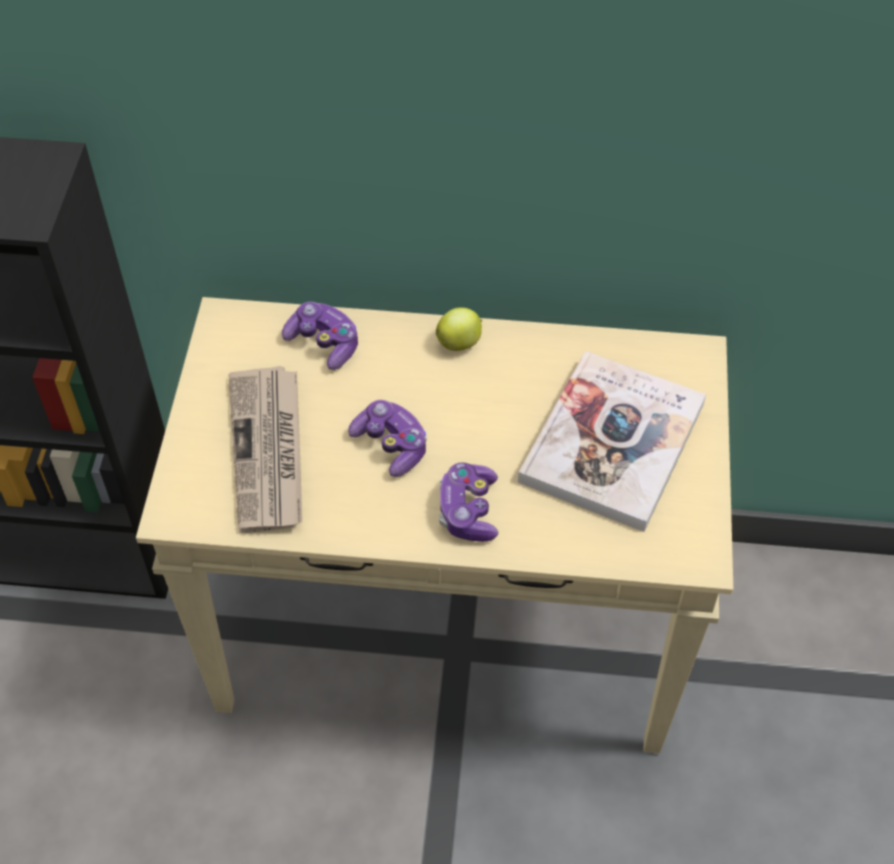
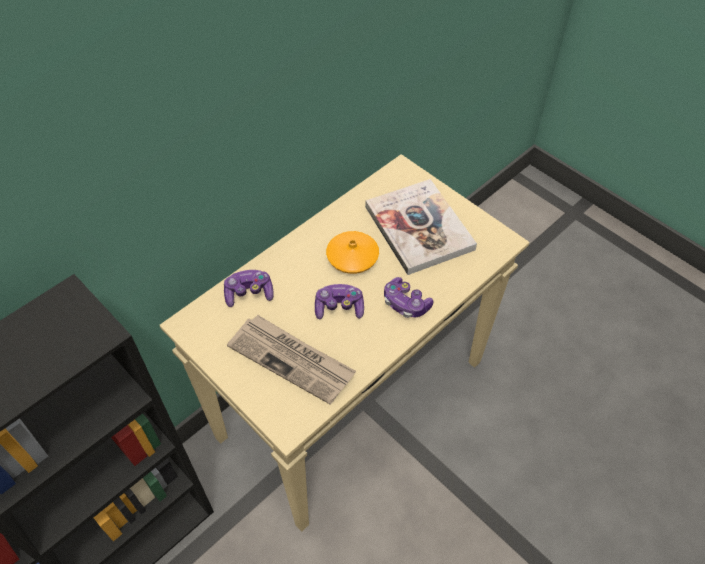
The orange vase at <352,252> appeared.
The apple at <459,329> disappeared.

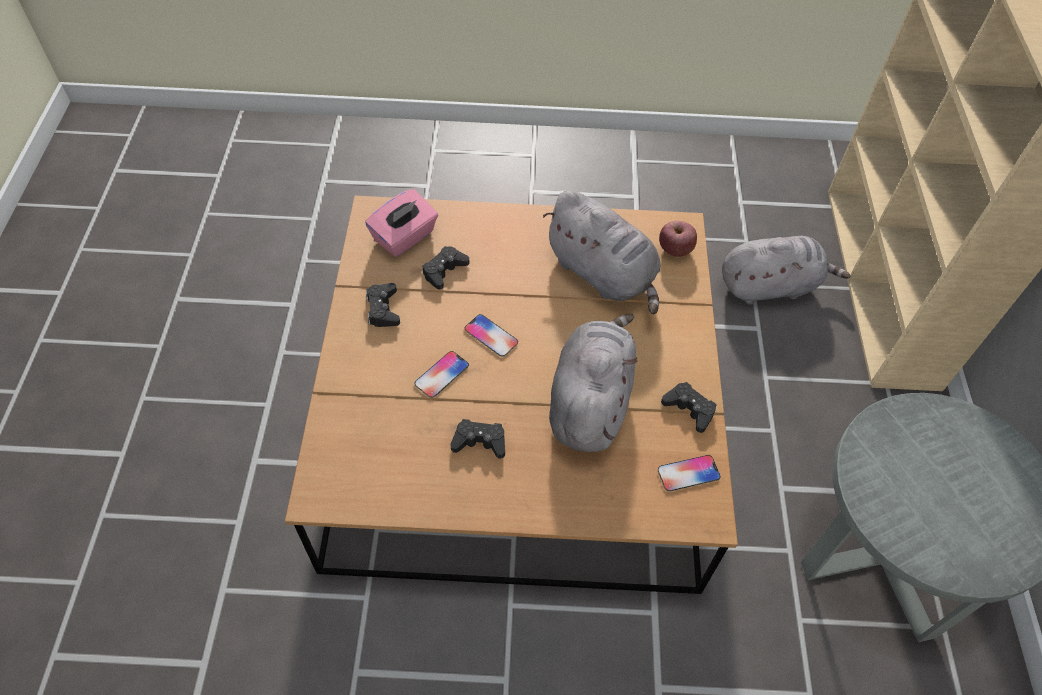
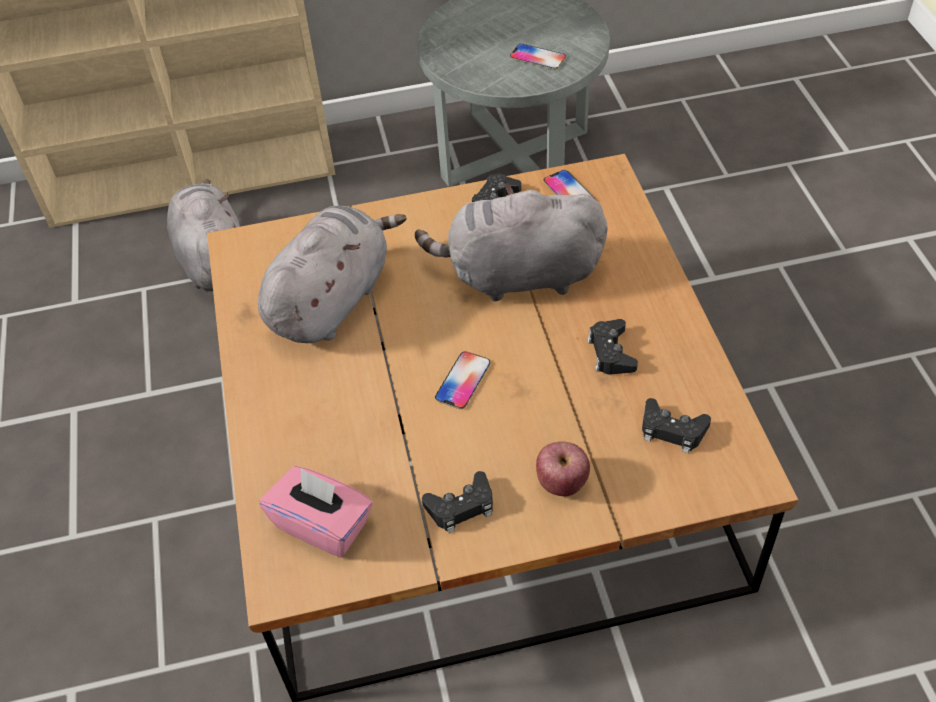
The phone moved from <442,374> to <538,56>.
The apple moved from <678,239> to <563,469>.
The black game controller moved from <445,267> to <676,425>.

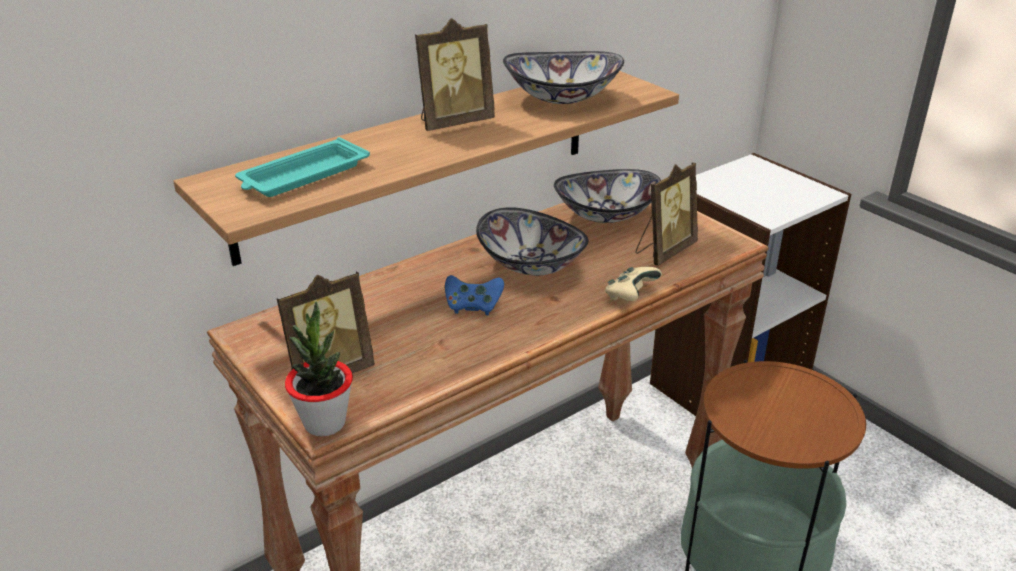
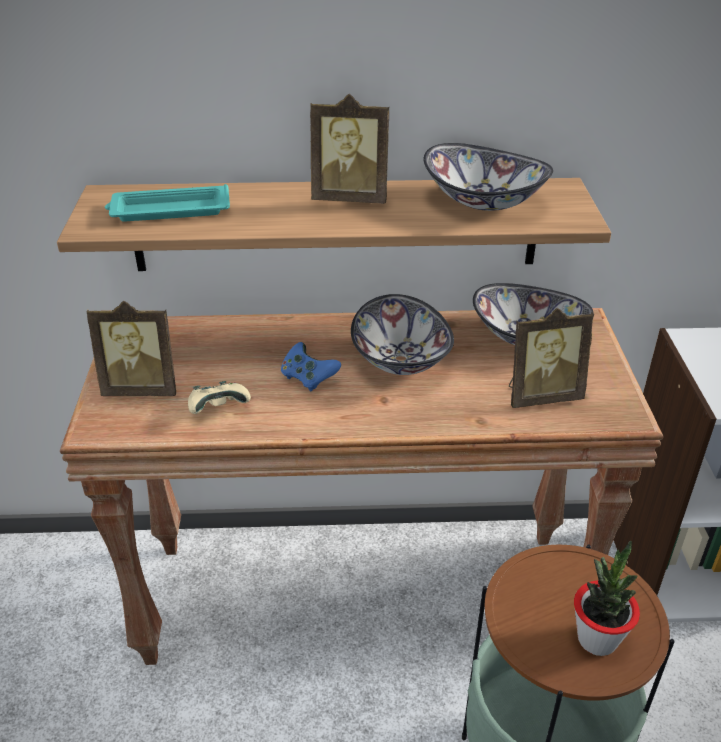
The beige game controller moved from <633,284> to <219,397>.
The potted plant moved from <319,369> to <607,598>.

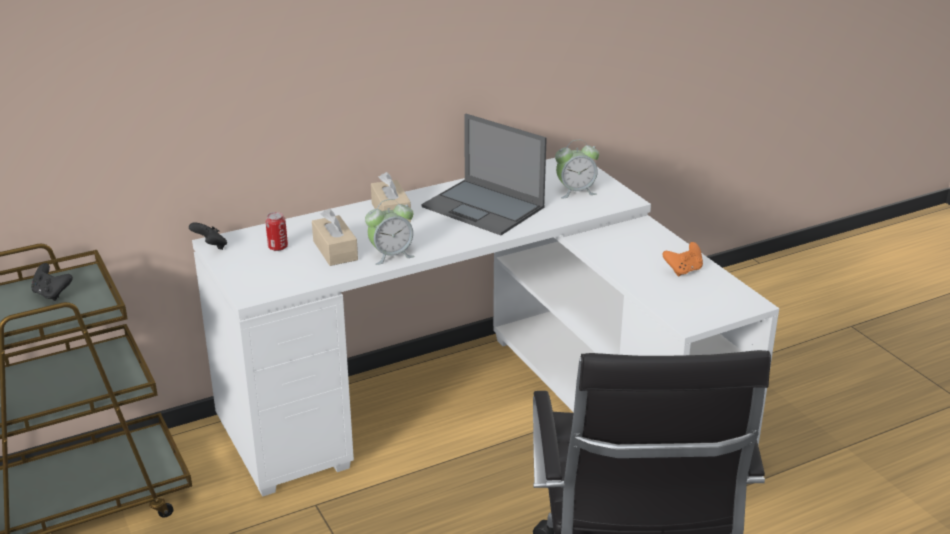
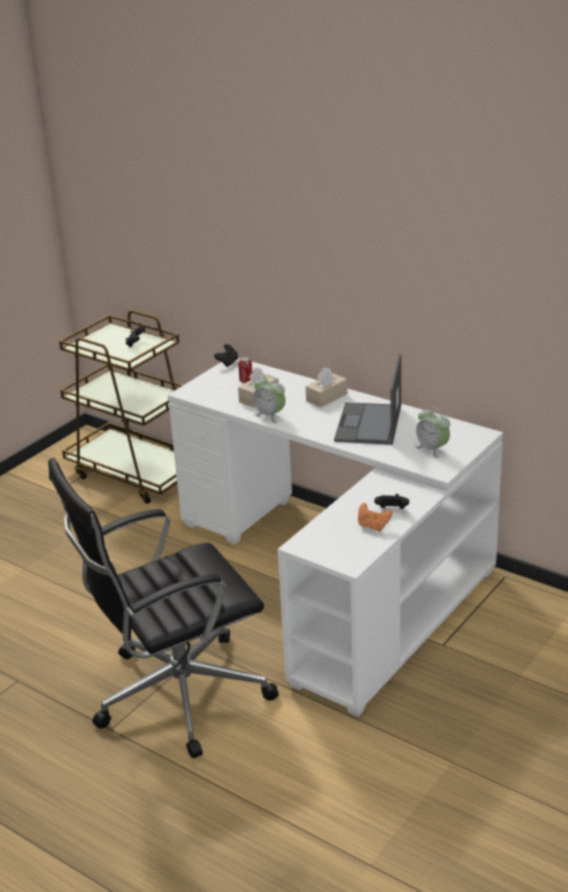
The black game controller at <391,501> appeared.

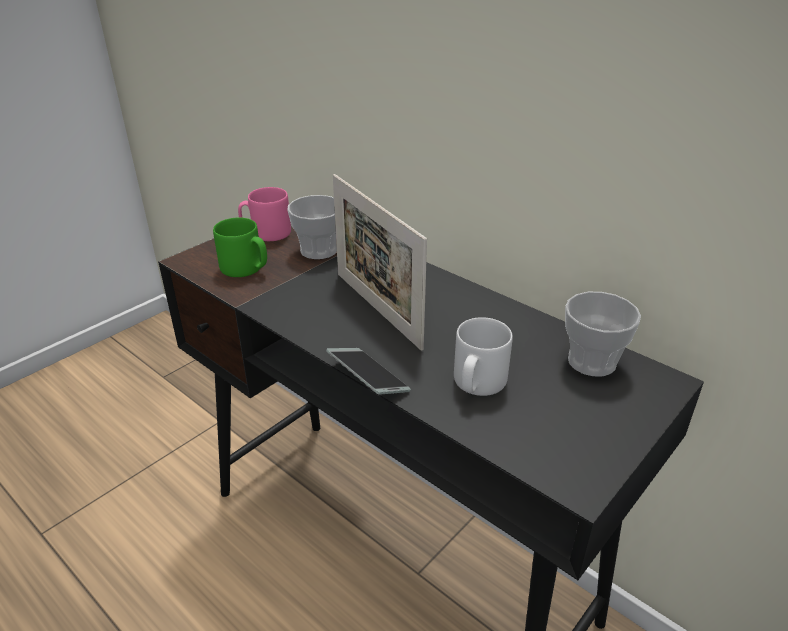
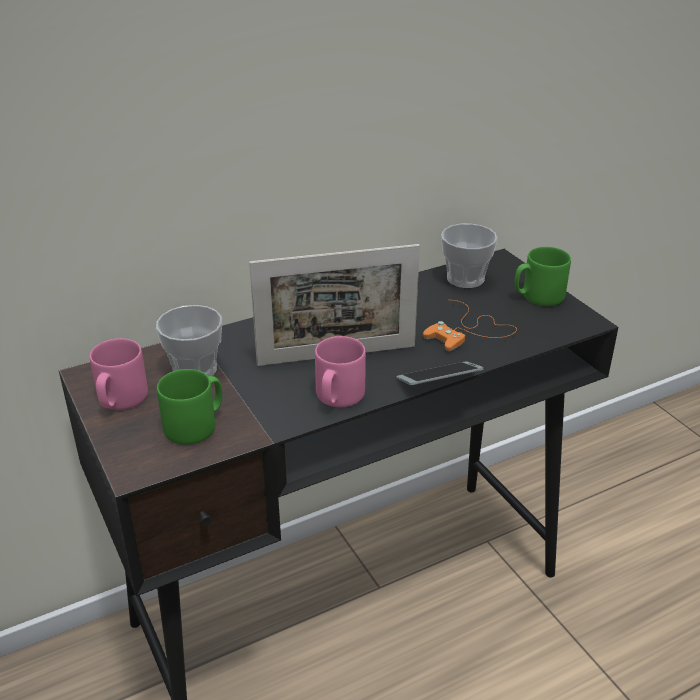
The pink mug at <340,371> appeared.
The grey mug at <483,356> was replaced by the orange game controller at <470,325>.
The green mug at <543,276> appeared.

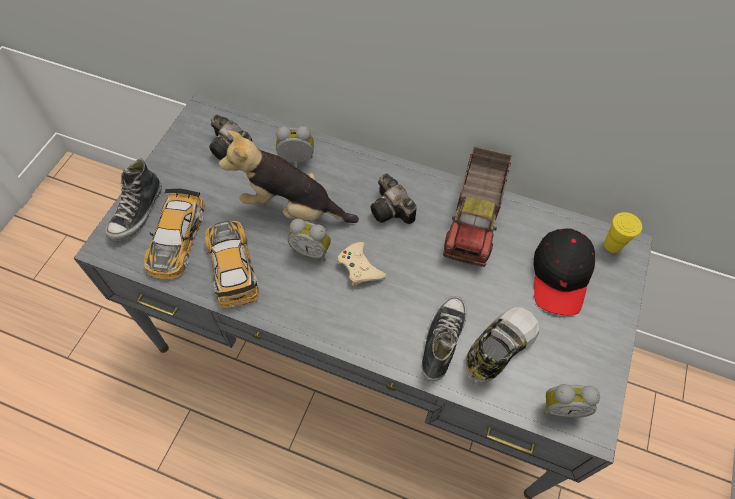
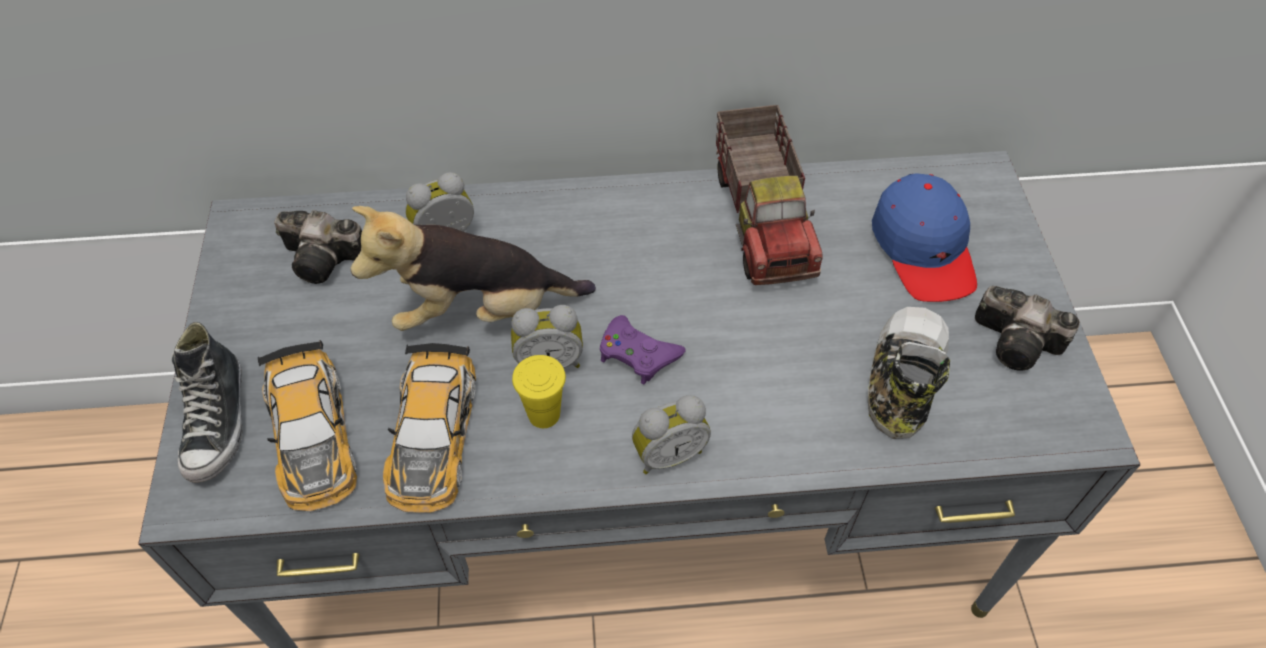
The toy car at <232,264> turned 135 degrees counterclockwise.
The yellow cup moved from <623,232> to <539,391>.
The beige game controller at <362,264> became the purple game controller at <642,350>.
The alarm clock moved from <571,401> to <671,434>.
The black cap at <564,272> became the blue cap at <924,237>.
The photo camera moved from <394,198> to <1027,328>.
The shoe at <444,338> disappeared.

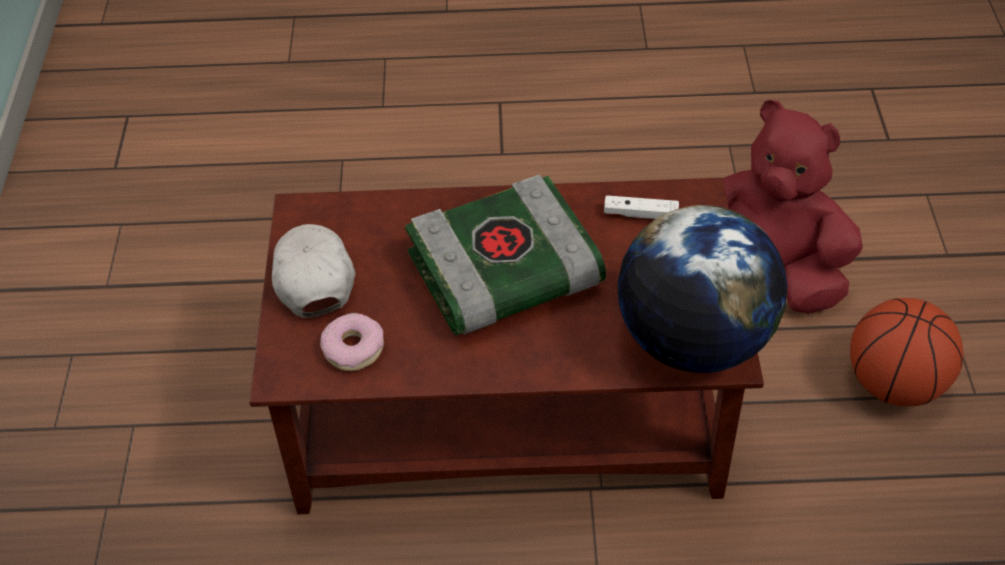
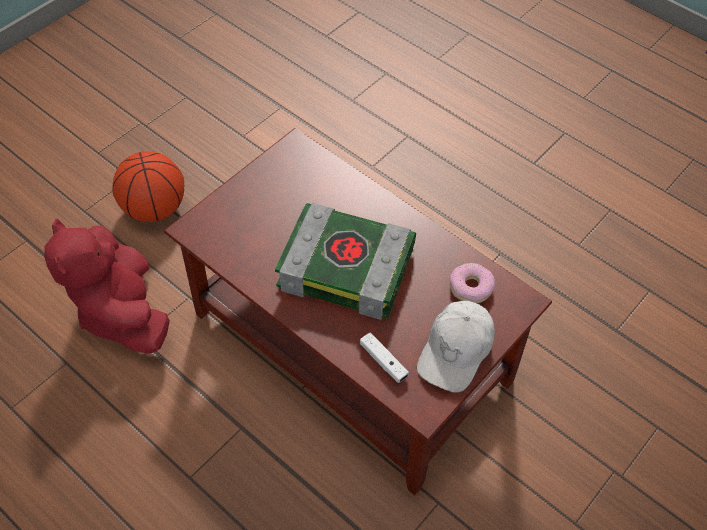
The white game controller moved from <641,207> to <384,357>.
The globe at <703,289> disappeared.

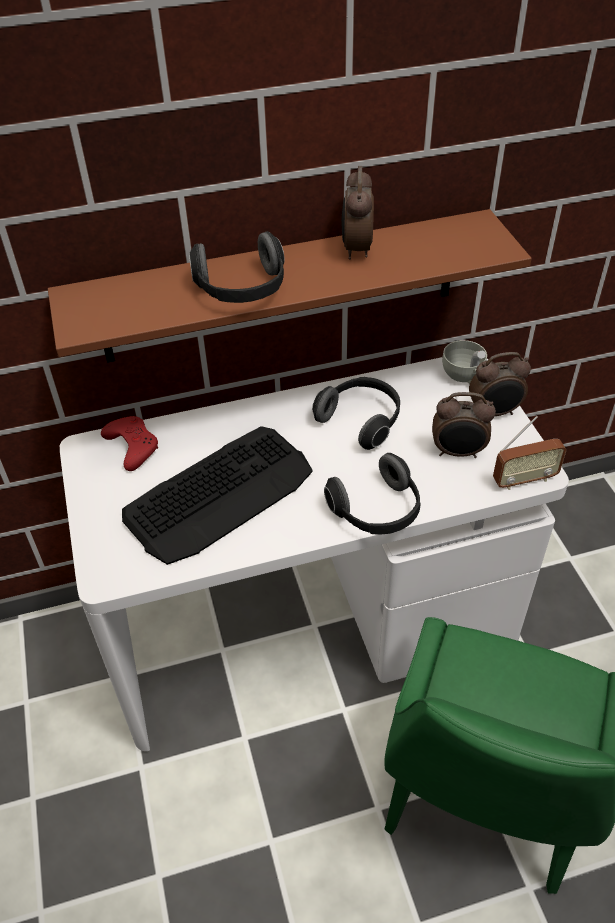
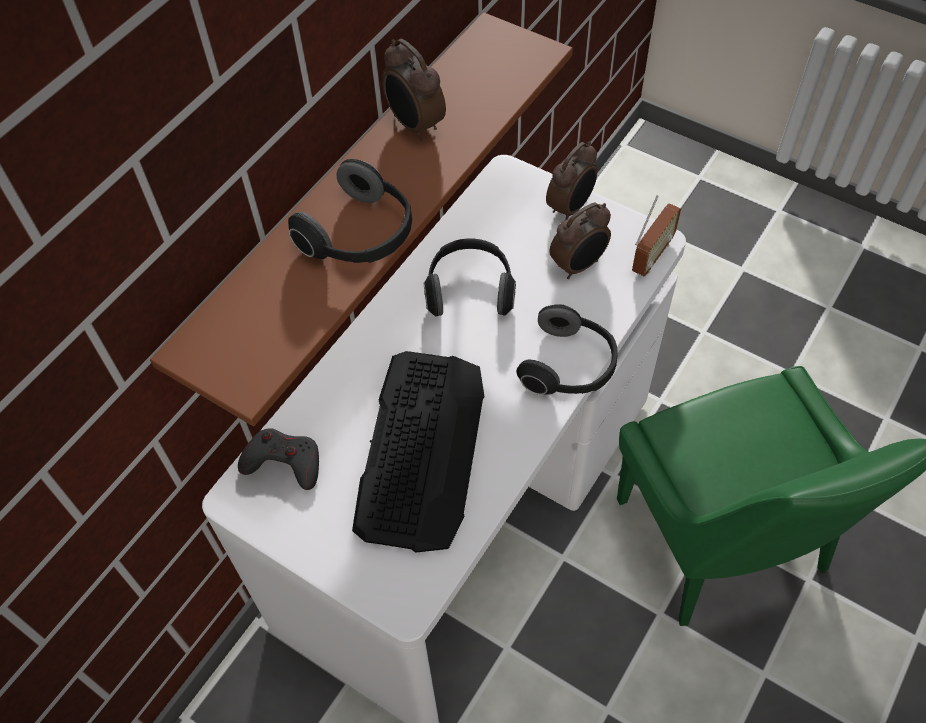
The red game controller at <129,443> became the grey game controller at <278,459>.
The white cup at <464,362> disappeared.

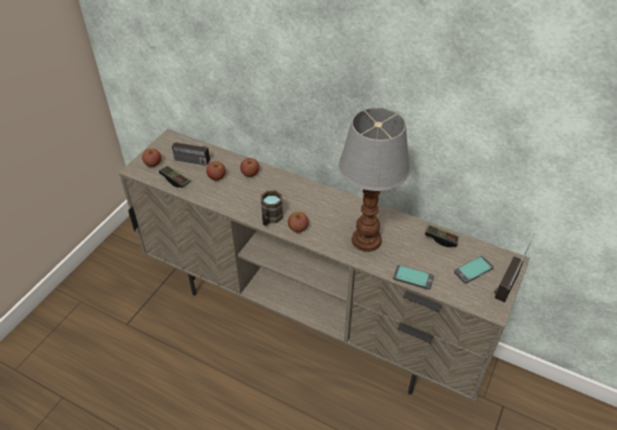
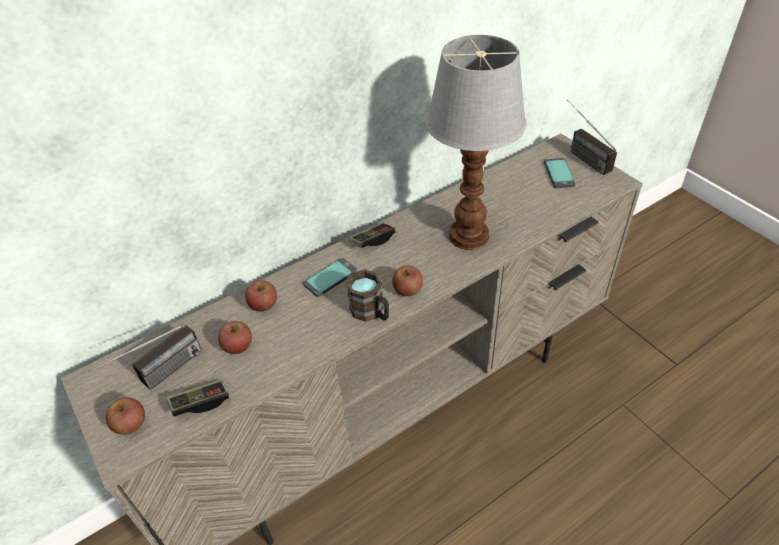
The phone moved from <413,277> to <330,277>.
The game controller moved from <442,235> to <372,235>.

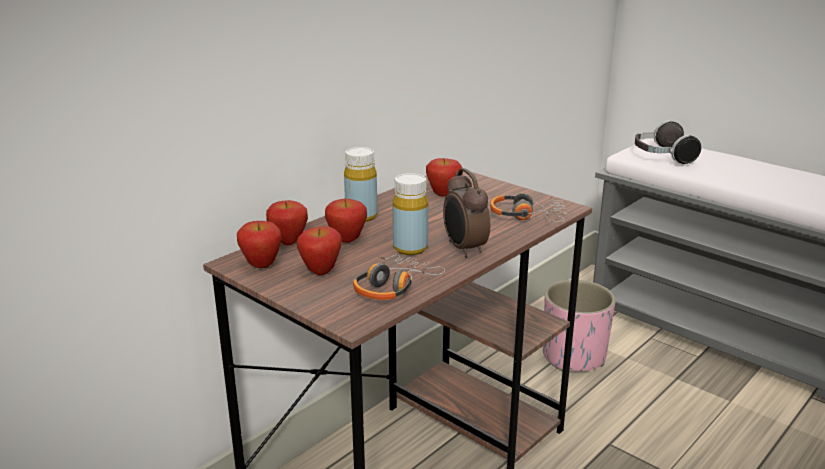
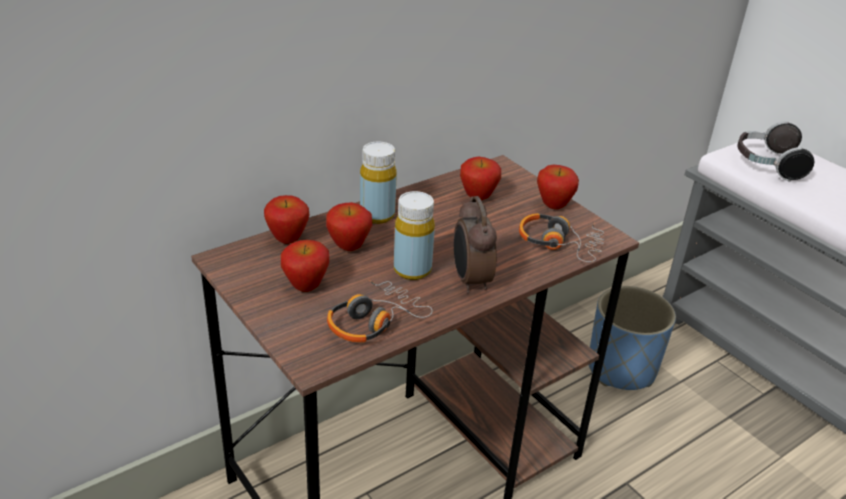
The apple moved from <259,244> to <558,187>.
The pink planter at <579,326> became the blue planter at <632,338>.

